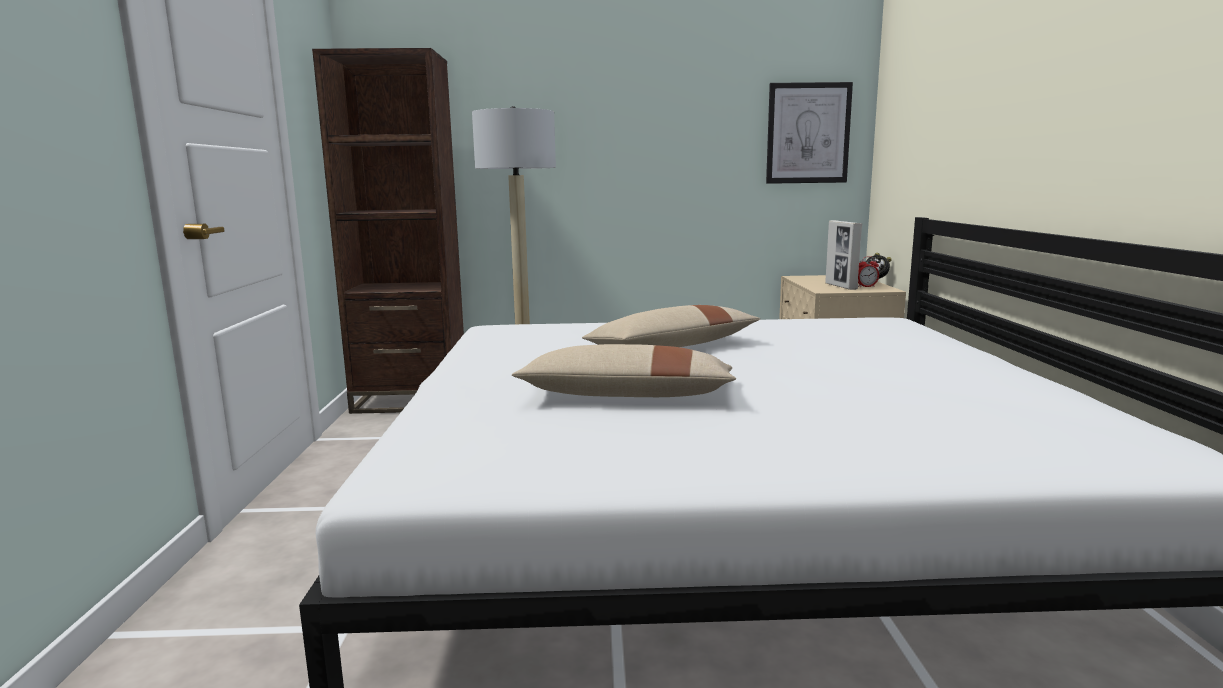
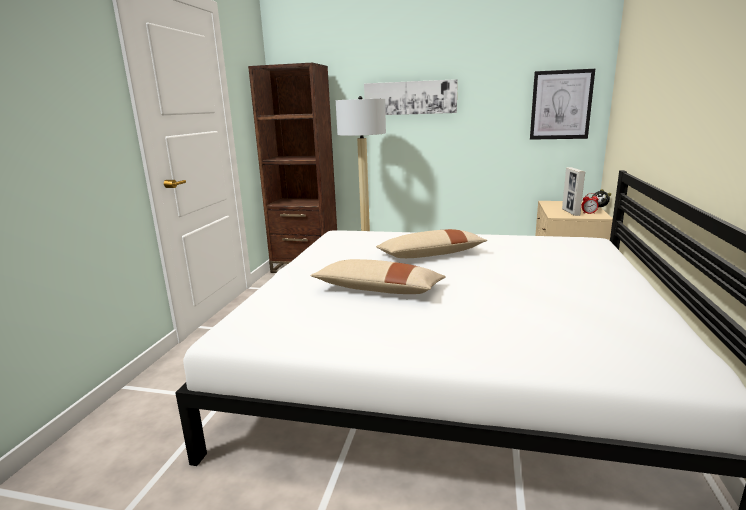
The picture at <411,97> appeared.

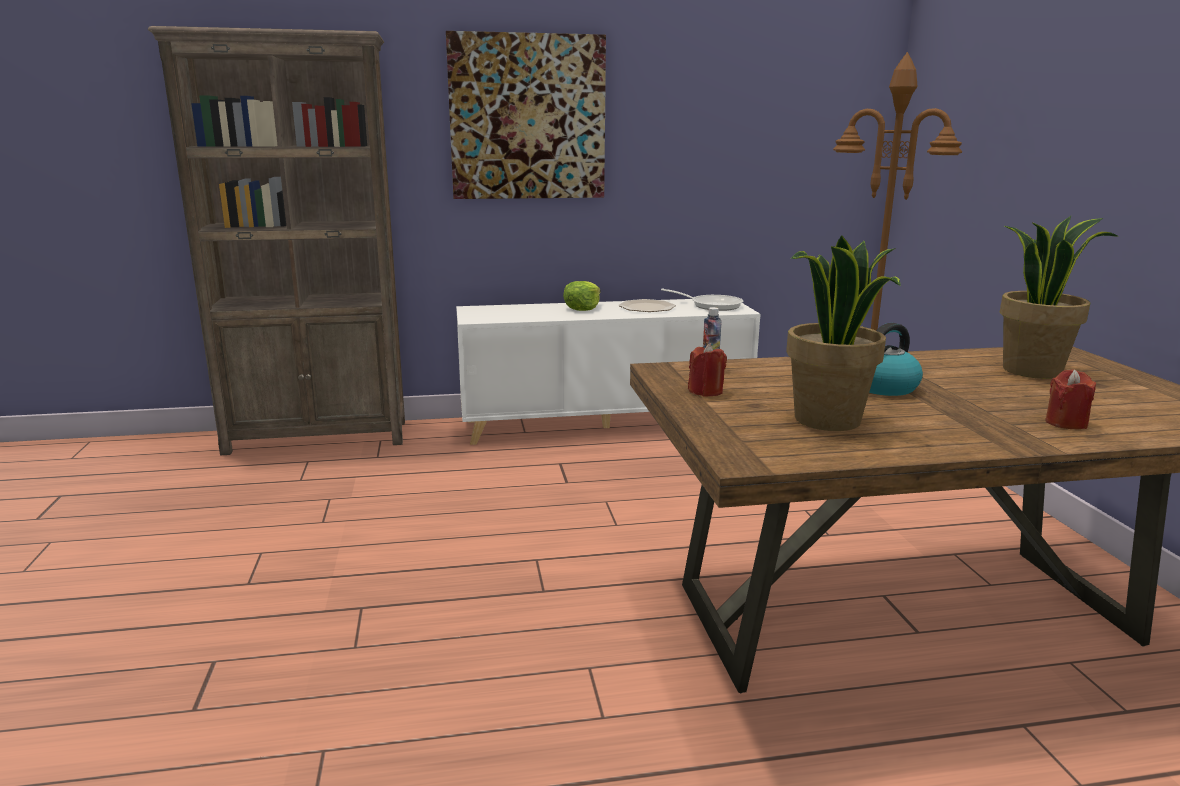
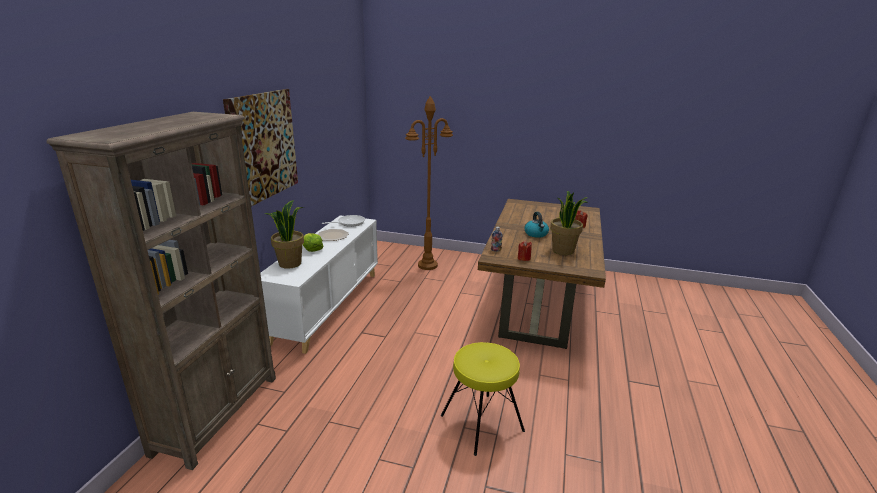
The potted plant moved from <1059,297> to <284,234>.
The yellow stool at <483,399> appeared.

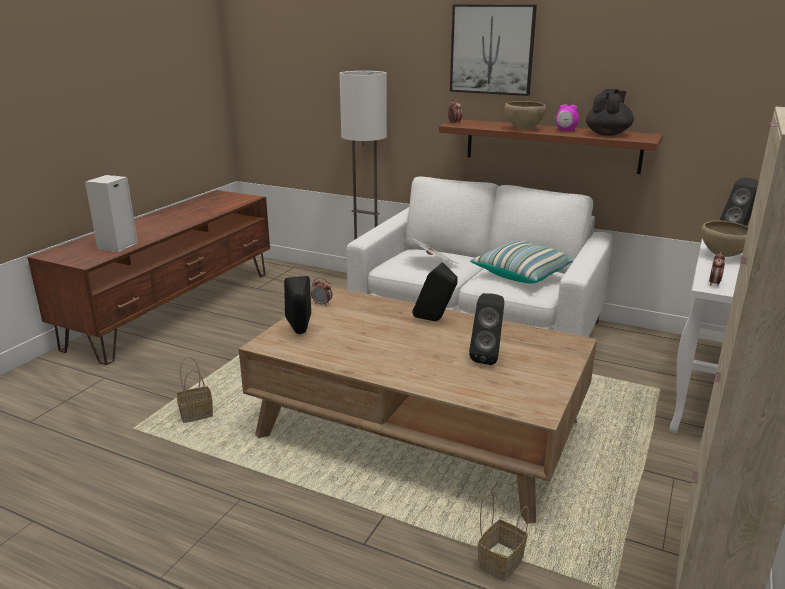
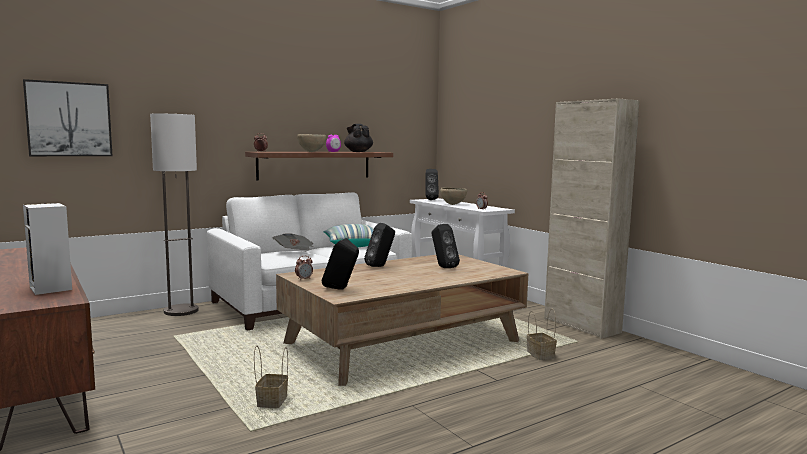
The picture moved from <493,50> to <67,117>.

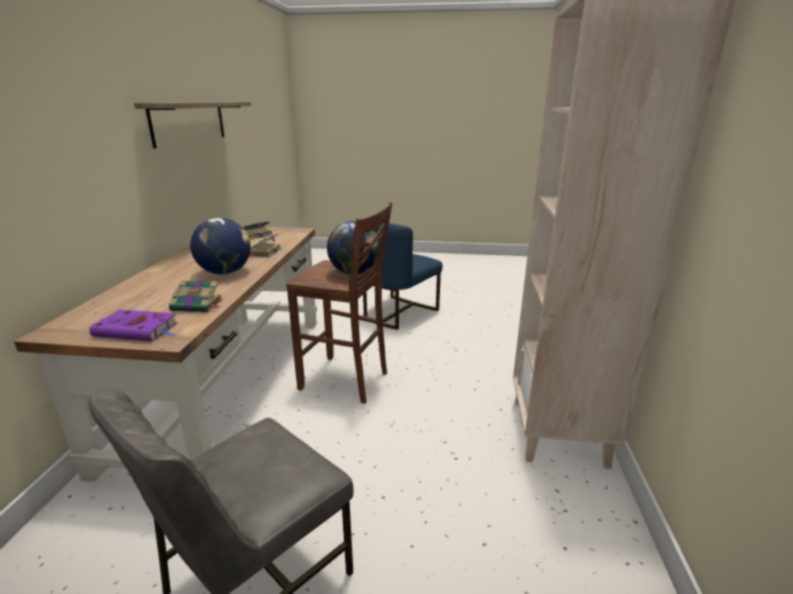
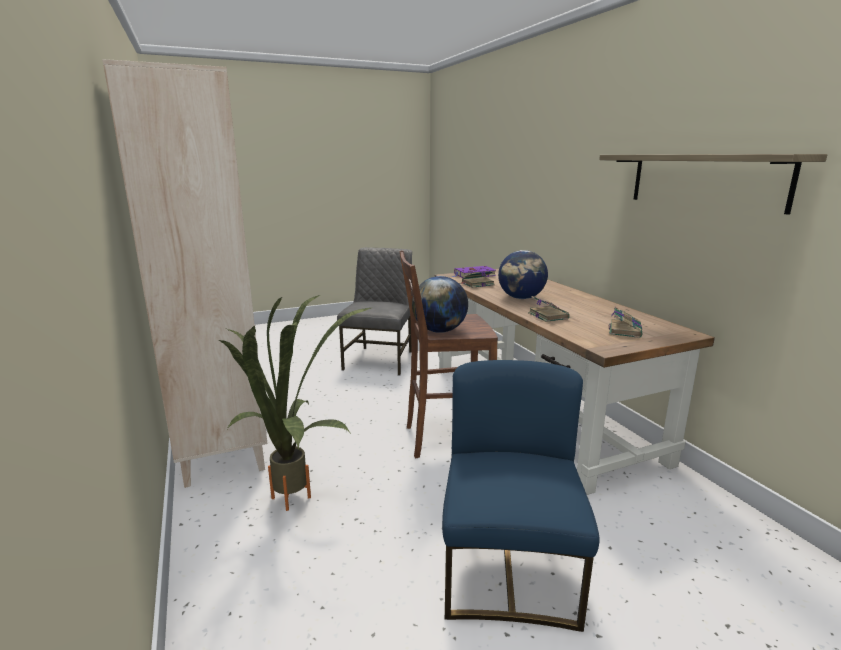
The potted plant at <293,403> appeared.

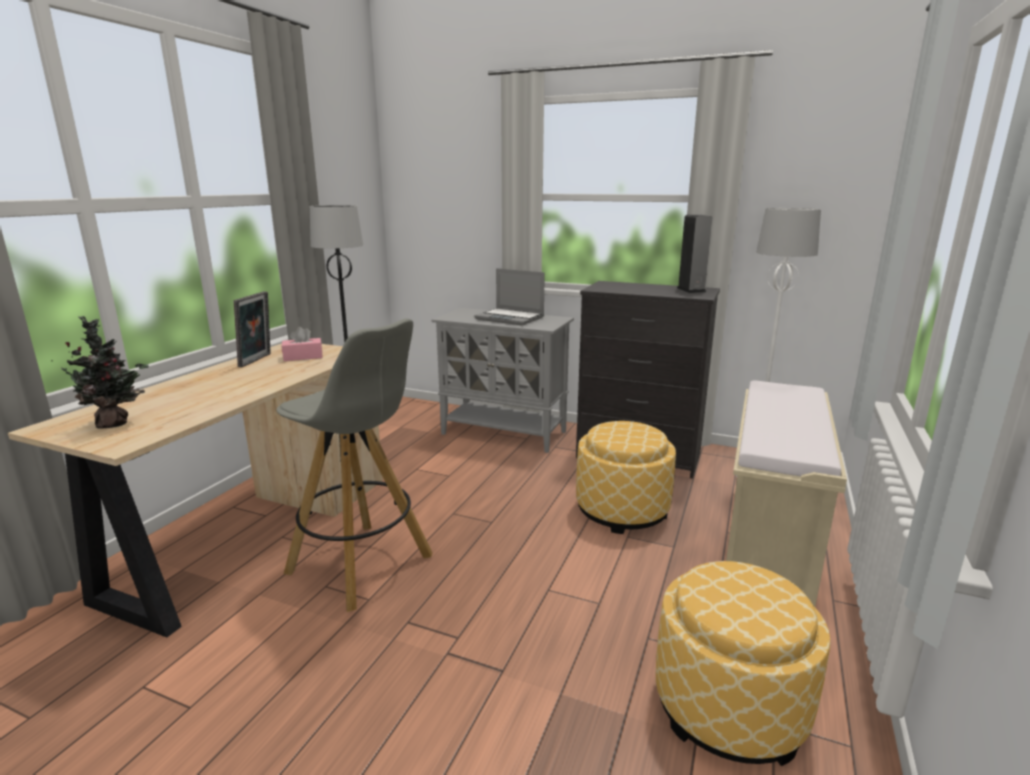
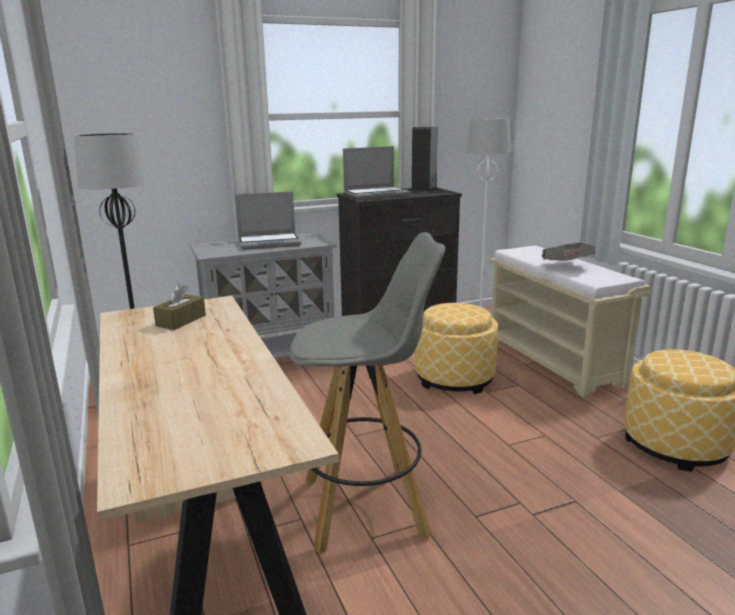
The pink tissue box at <302,344> became the brown tissue box at <179,306>.
The laptop at <377,173> appeared.
The newspaper at <568,252> appeared.
The potted plant at <100,372> disappeared.
The picture frame at <252,329> disappeared.

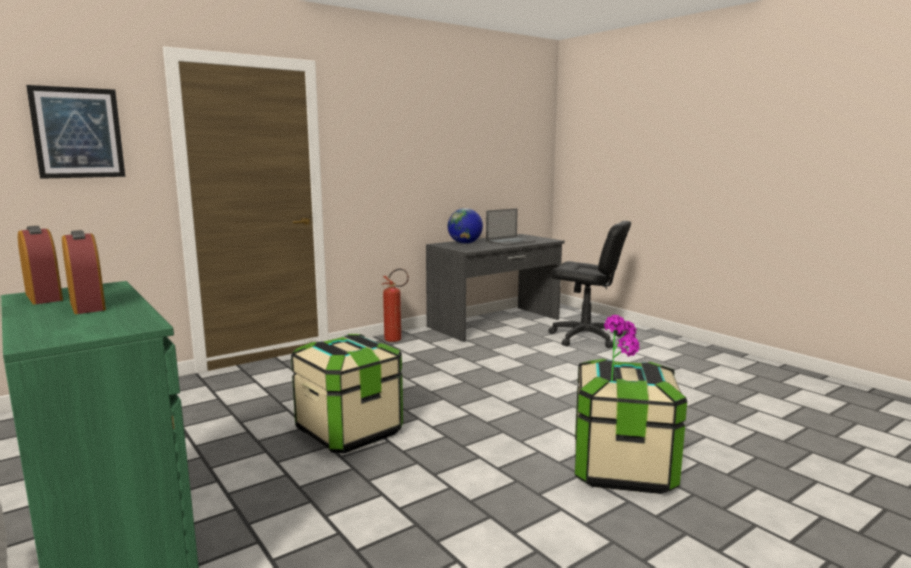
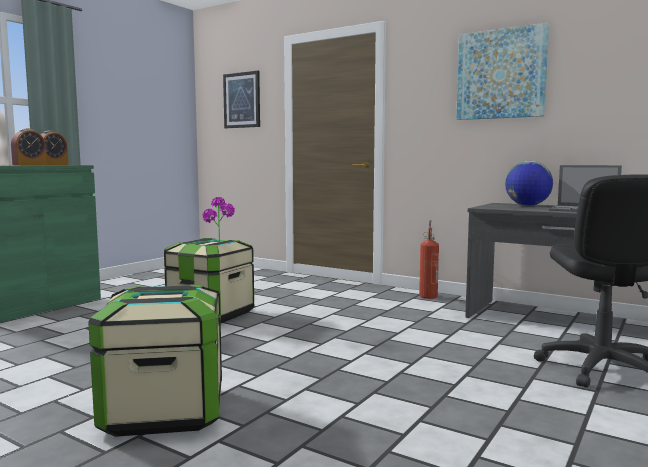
The potted plant moved from <622,348> to <218,220>.
The picture at <502,71> appeared.

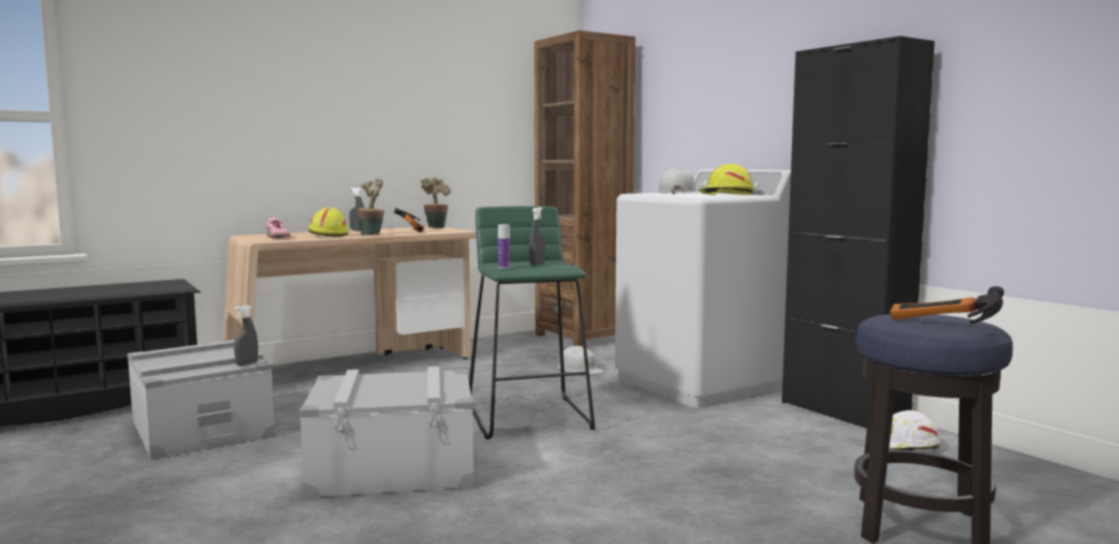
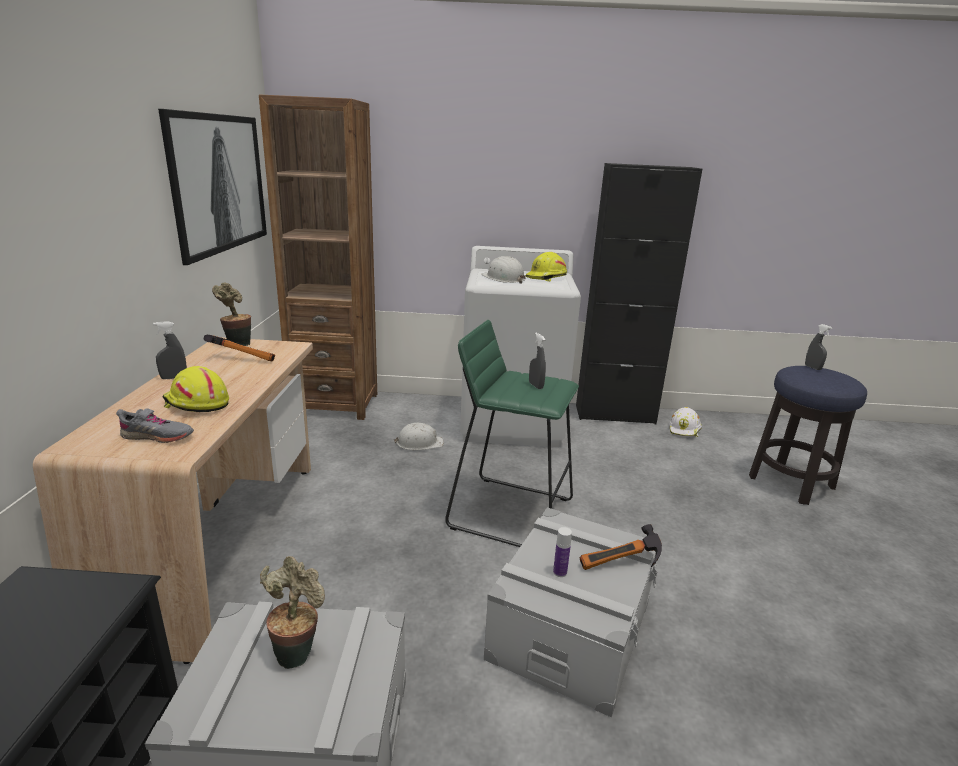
The pink shoe at <278,228> became the grey shoe at <155,425>.
The picture at <212,187> appeared.
The potted plant moved from <370,207> to <292,612>.
The bottle moved from <504,246> to <562,552>.
The hammer moved from <947,305> to <621,547>.
The grey spray bottle moved from <246,335> to <818,347>.

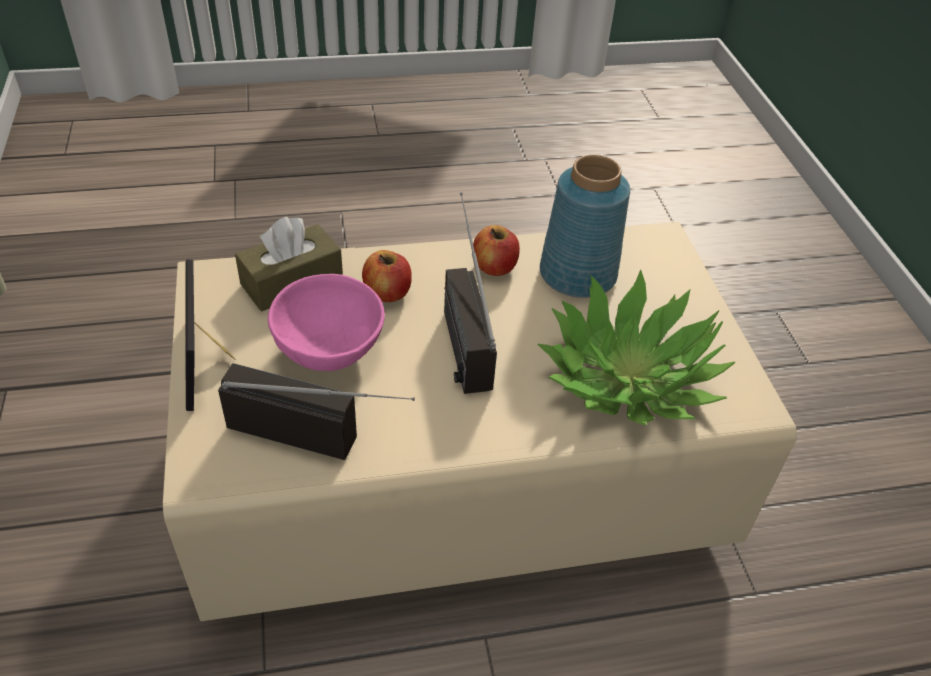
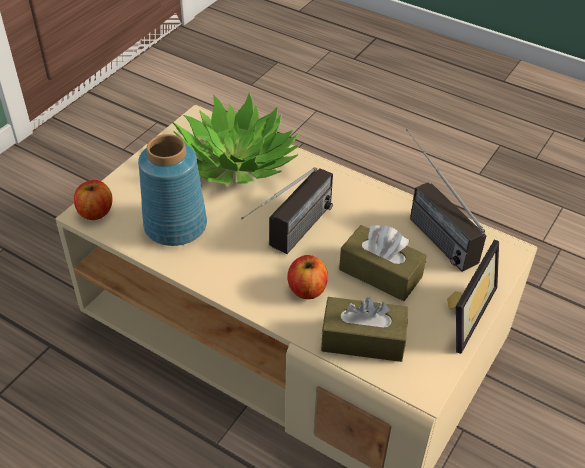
The apple moved from <496,250> to <93,200>.
The pink bowl at <326,322> was replaced by the brown tissue box at <383,263>.

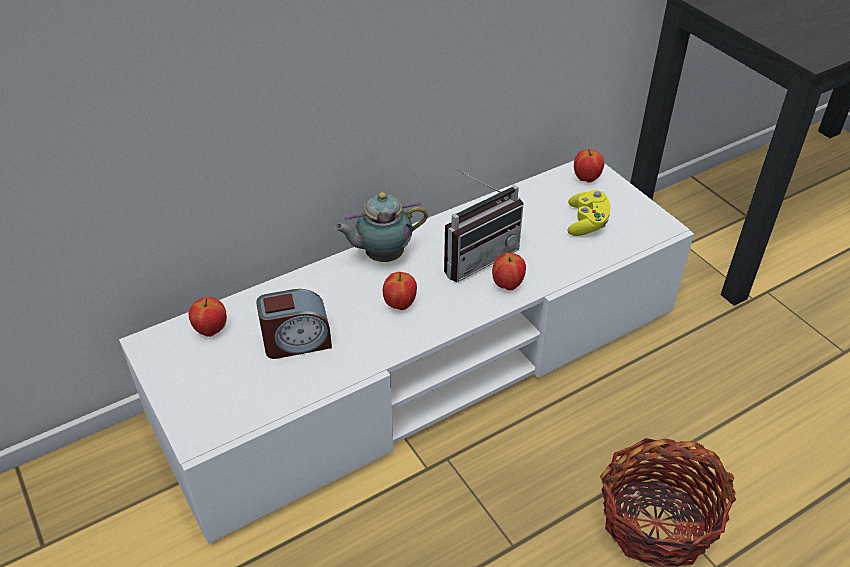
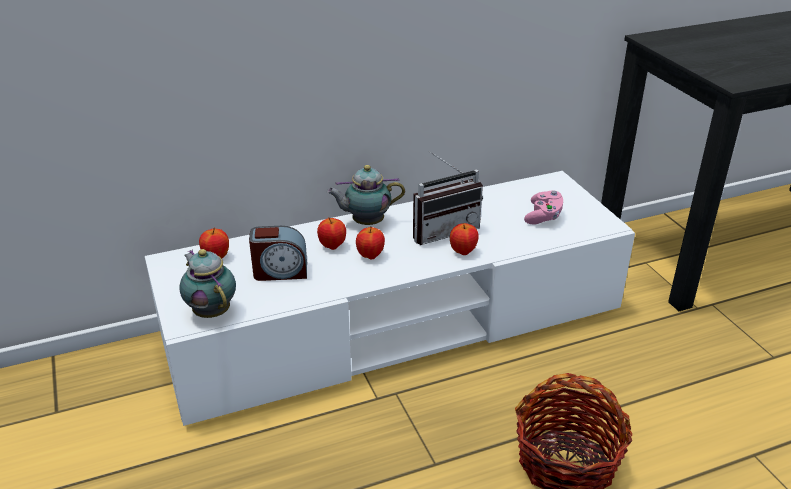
The teapot at <207,283> appeared.
The apple moved from <589,166> to <331,234>.
The yellow game controller at <589,213> became the pink game controller at <543,207>.

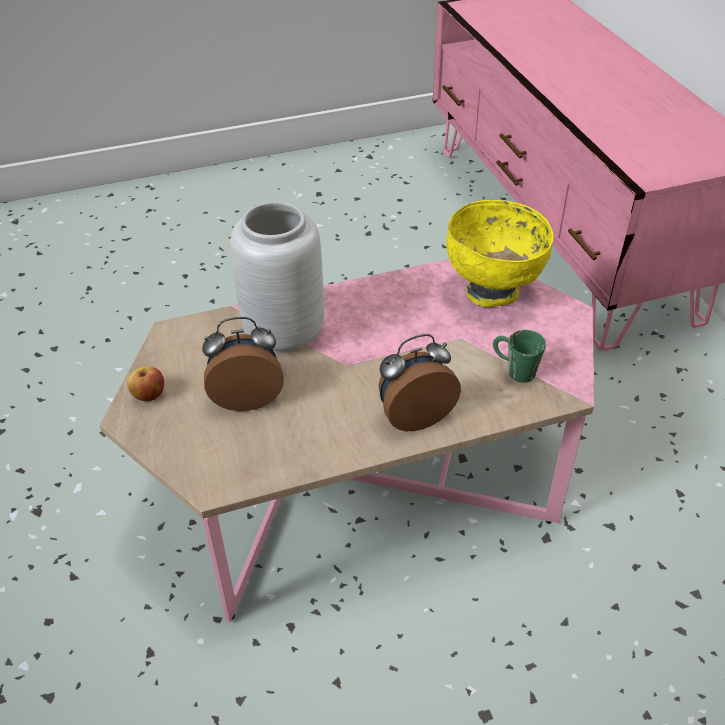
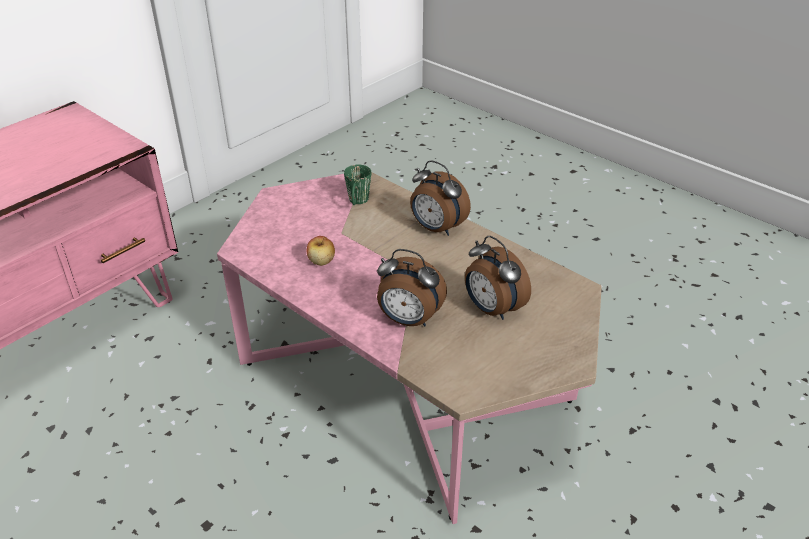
The apple moved from <145,383> to <321,251>.
The grey vase at <277,277> was replaced by the alarm clock at <412,287>.
The yellow bowl at <500,253> disappeared.

